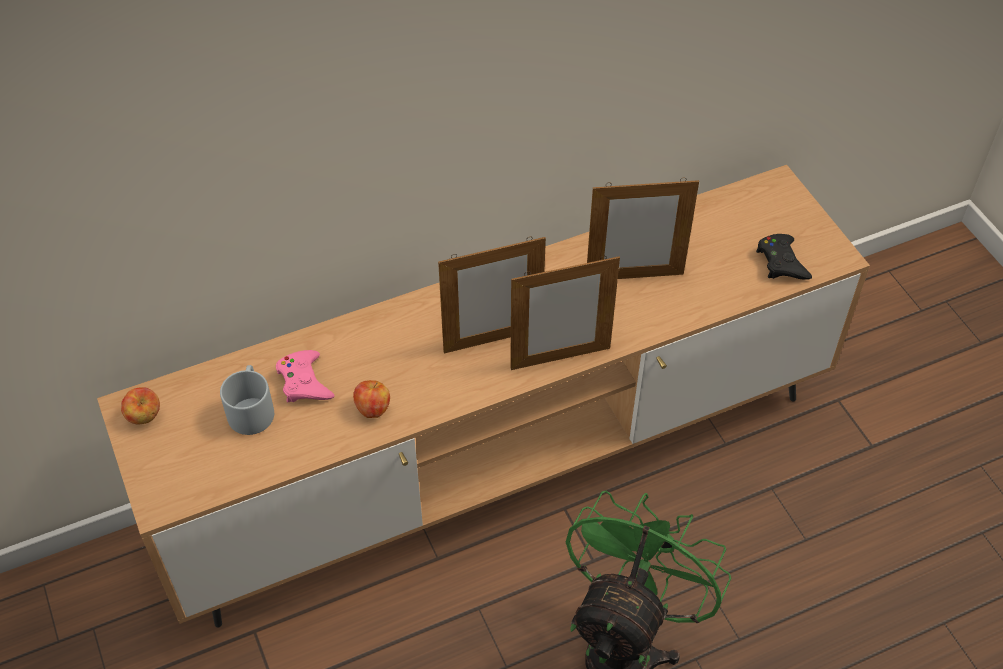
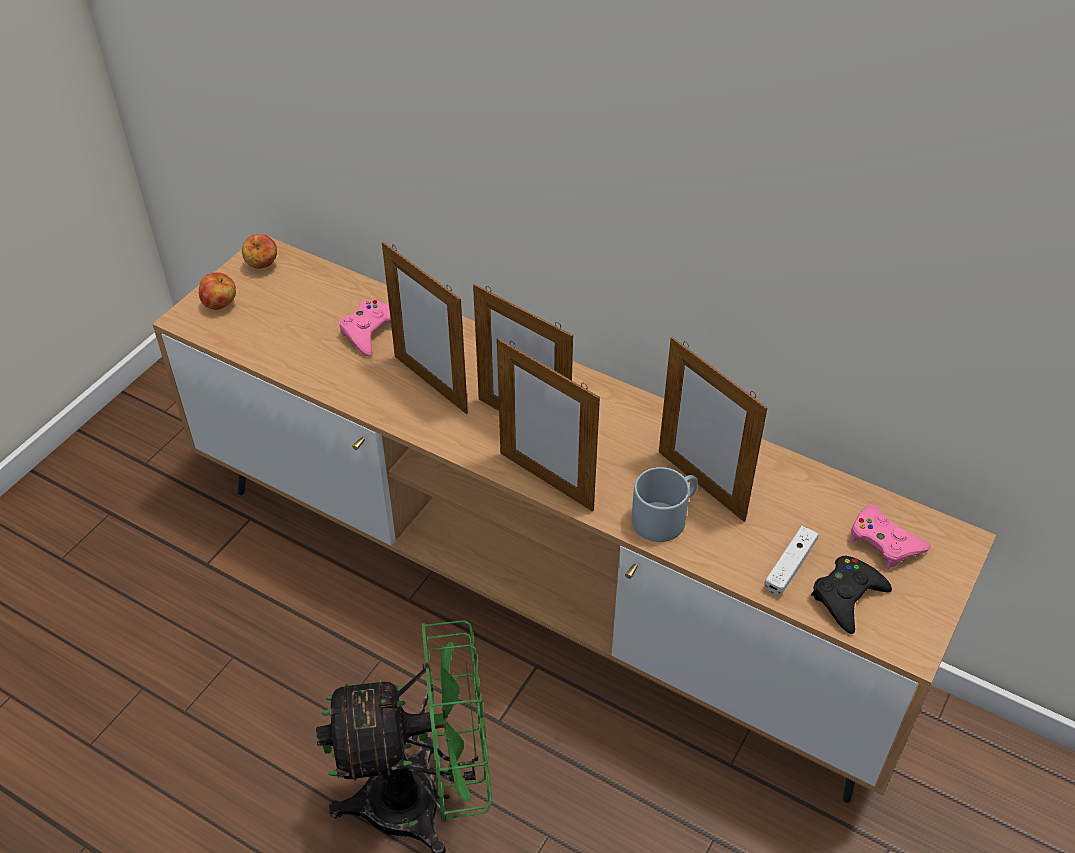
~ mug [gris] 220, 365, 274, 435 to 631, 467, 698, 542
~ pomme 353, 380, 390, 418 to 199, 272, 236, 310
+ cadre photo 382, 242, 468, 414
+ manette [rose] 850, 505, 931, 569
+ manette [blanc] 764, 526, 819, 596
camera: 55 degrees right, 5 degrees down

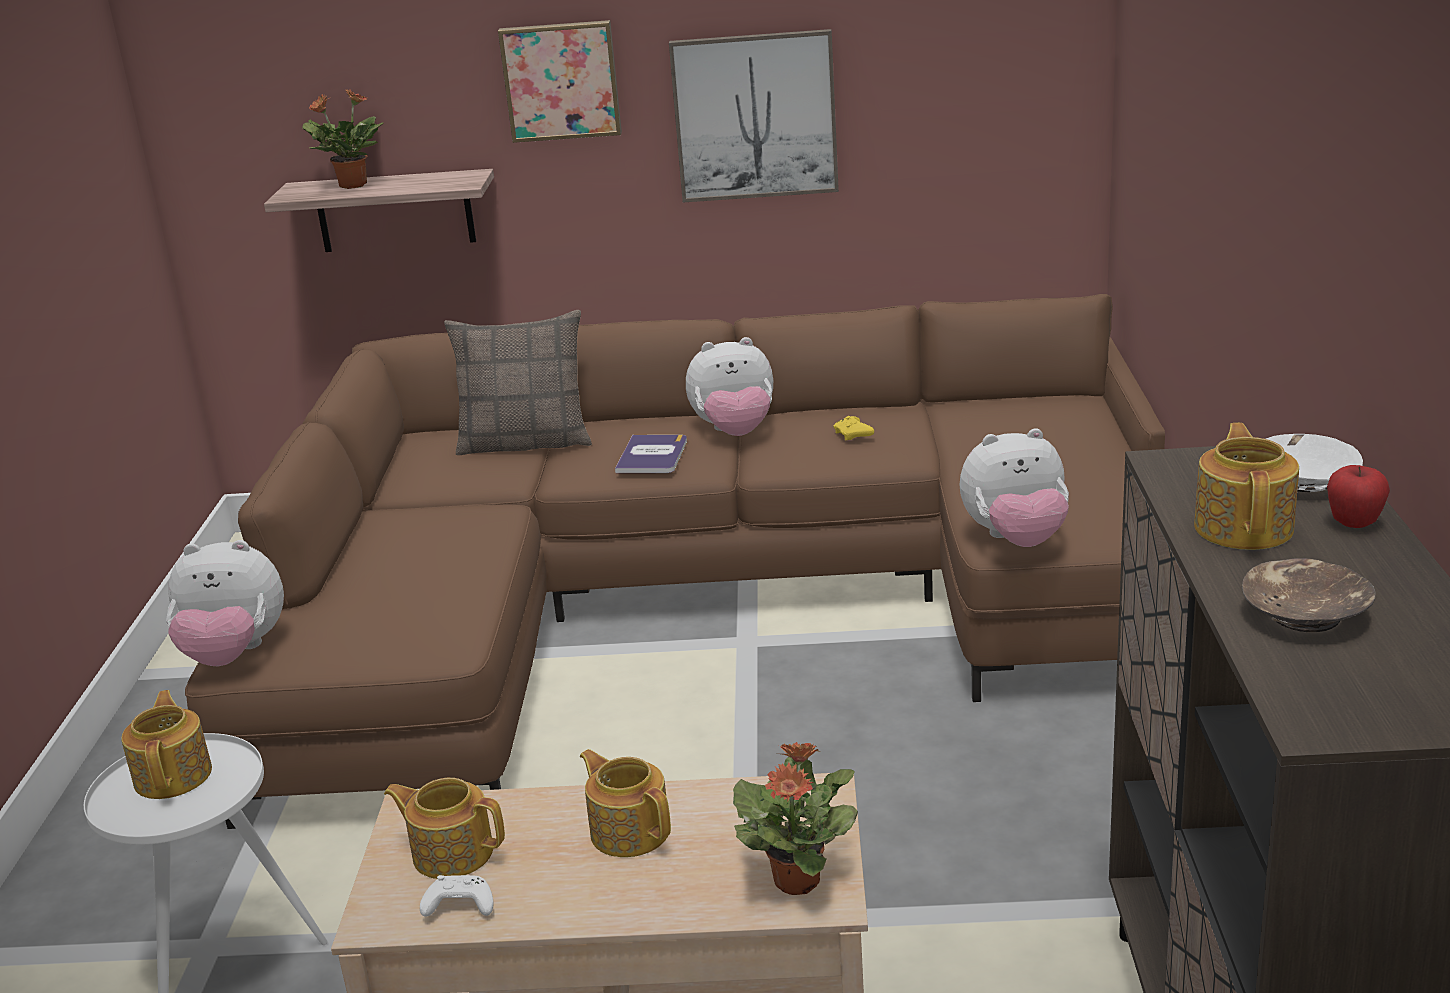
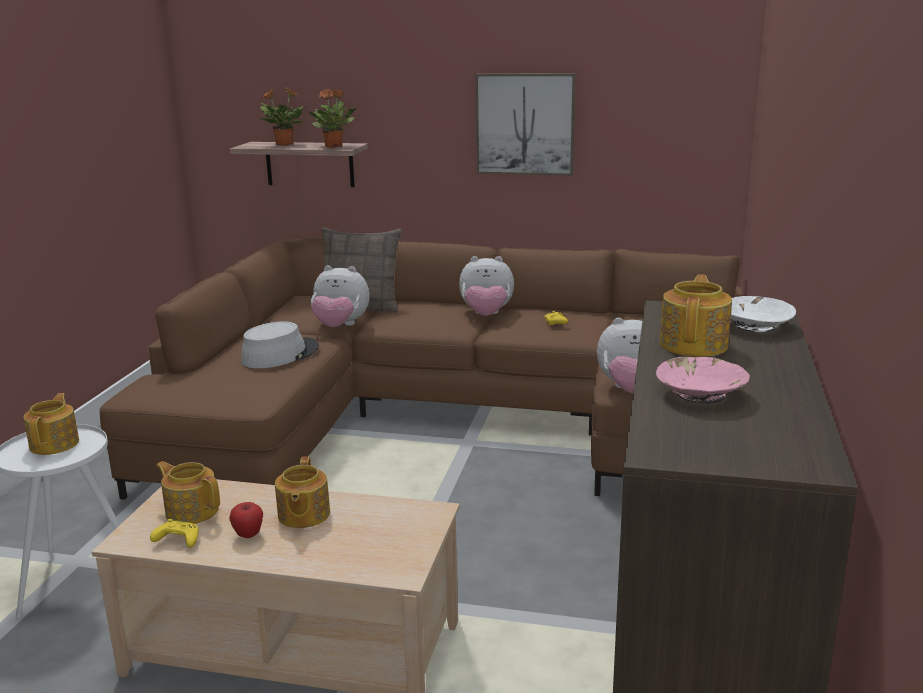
- tableau 498, 20, 622, 143
- livre 615, 435, 687, 473
~ pomme 1327, 465, 1390, 528 to 229, 502, 263, 538
~ peluche 166, 540, 284, 666 to 311, 265, 370, 327
~ bol [marron] 1242, 558, 1376, 632 to bol [rose] 656, 357, 750, 404
~ plante en pot 733, 742, 858, 895 to 307, 89, 358, 148
~ théière 580, 749, 671, 857 = 275, 457, 330, 528 150 degrees counterclockwise
~ manette [blanc] 420, 875, 493, 917 to manette [jaune] 150, 519, 199, 548
+ chapeau [gris] 241, 321, 319, 368
camera: 10 degrees right, 5 degrees down

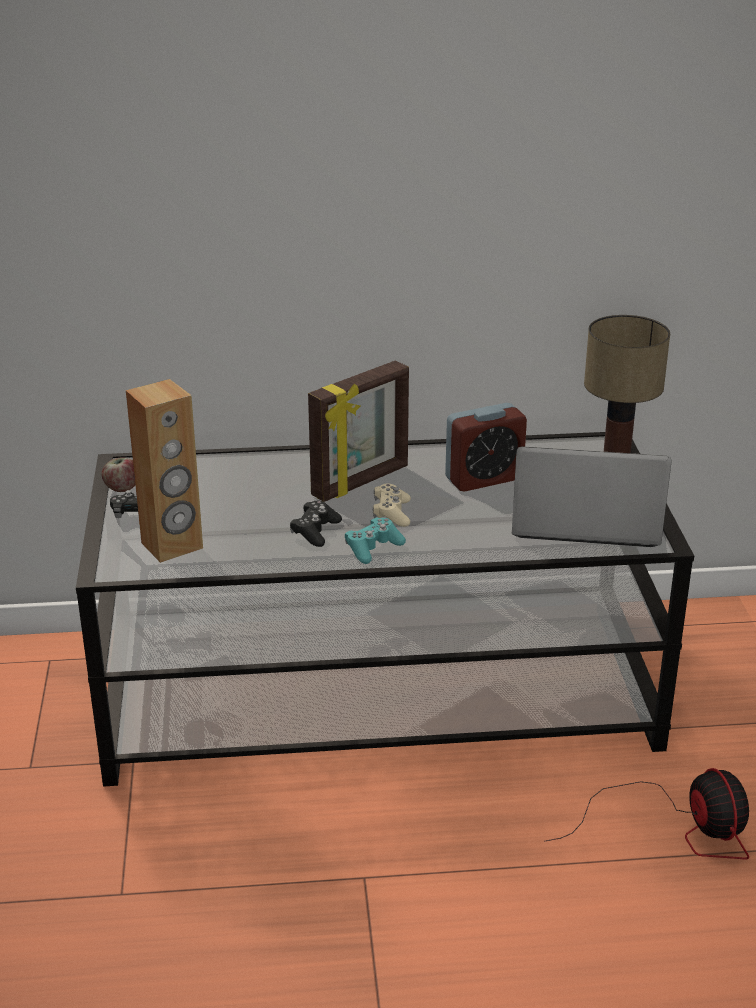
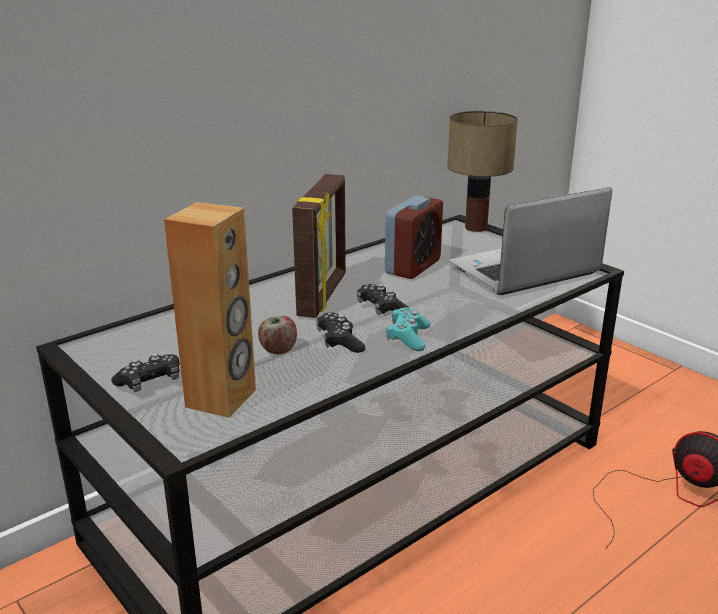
~ pomme 102, 457, 135, 492 to 258, 316, 297, 354
~ manette [beige] 373, 484, 411, 527 to manette [noir] 357, 284, 409, 315
camera: 35 degrees left, 5 degrees down

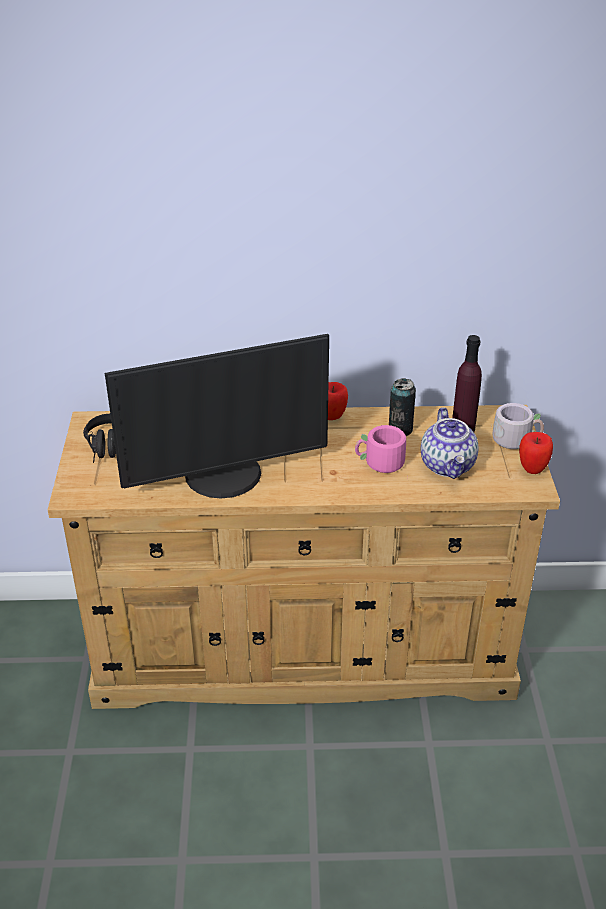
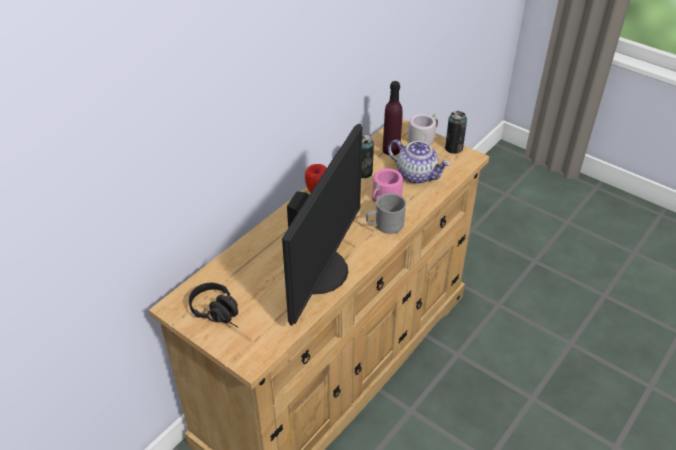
~ pomme 519, 432, 553, 474 to boîte métallique 445, 111, 467, 154
+ mug [gris] 366, 193, 406, 234
camera: 50 degrees left, 5 degrees up

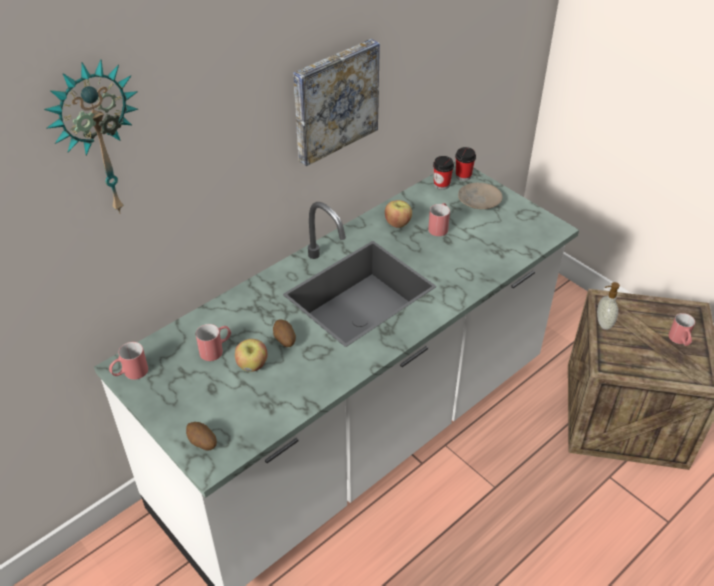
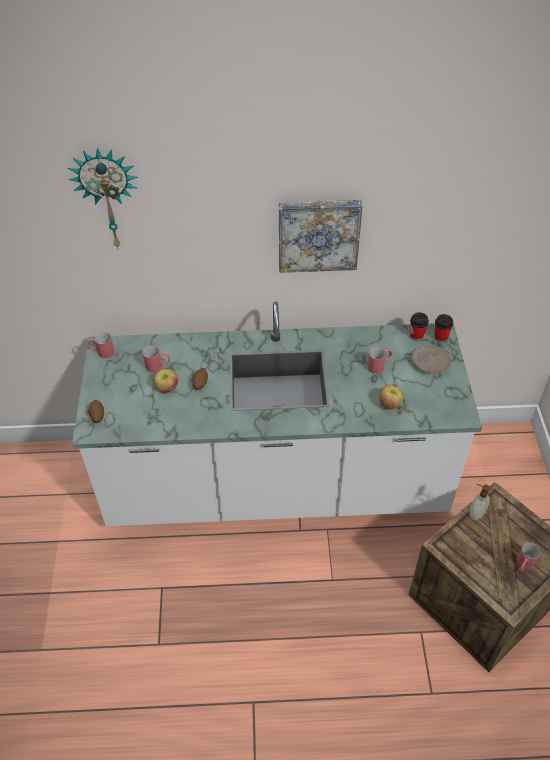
~ pomme 385, 200, 412, 228 to 379, 385, 404, 409
camera: 40 degrees right, 5 degrees up

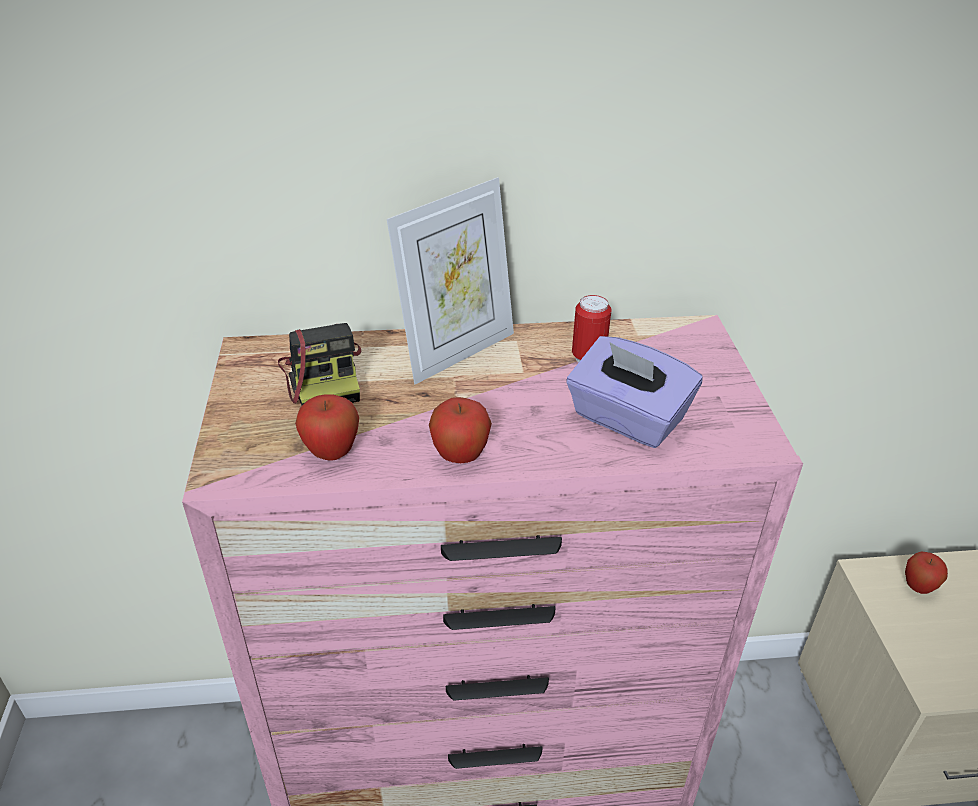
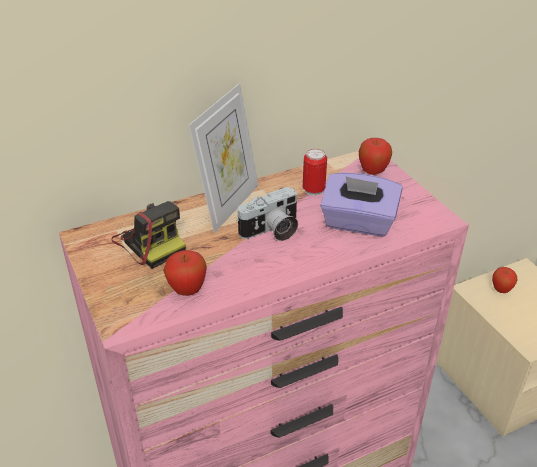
~ pomme 429, 397, 492, 463 to 359, 138, 392, 175
+ appareil photo 236, 186, 298, 241
camera: 20 degrees left, 0 degrees up

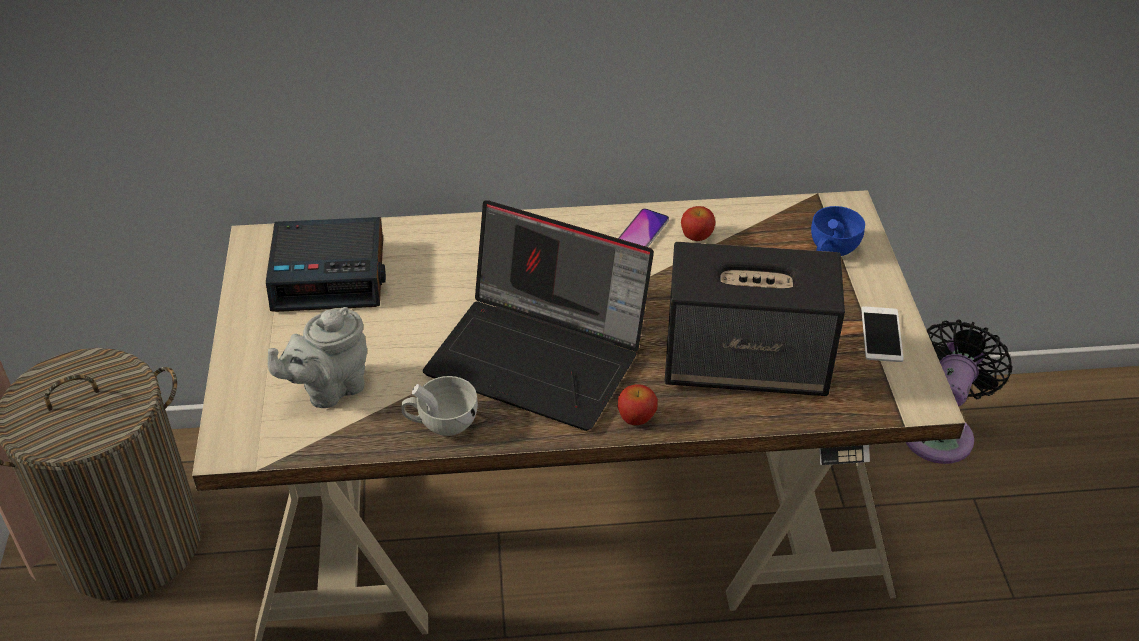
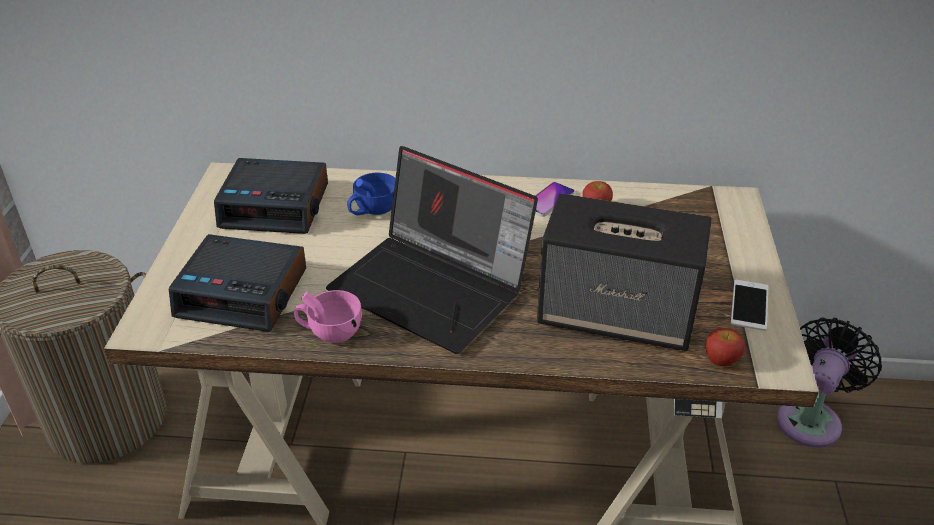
~ tasse [bleu] 811, 206, 865, 256 to 347, 173, 395, 215
~ théière [gris] 268, 307, 367, 408 to réveil 169, 234, 306, 332
~ tasse [blanc] 401, 376, 478, 436 to tasse [rose] 294, 290, 362, 343
~ pomme 618, 384, 658, 425 to 706, 328, 745, 366
camera: 10 degrees right, 5 degrees down

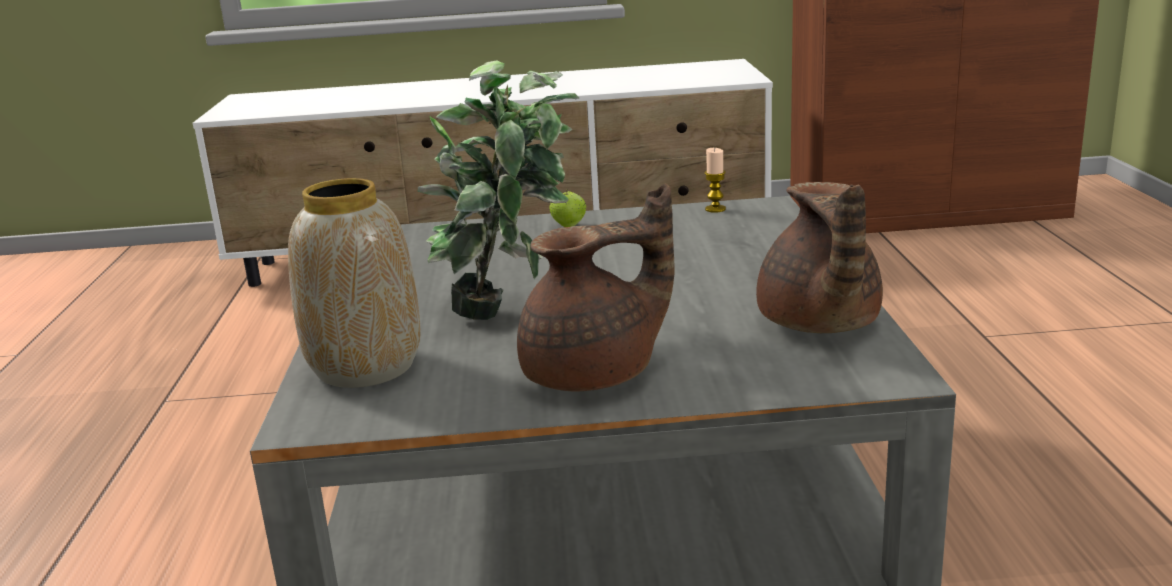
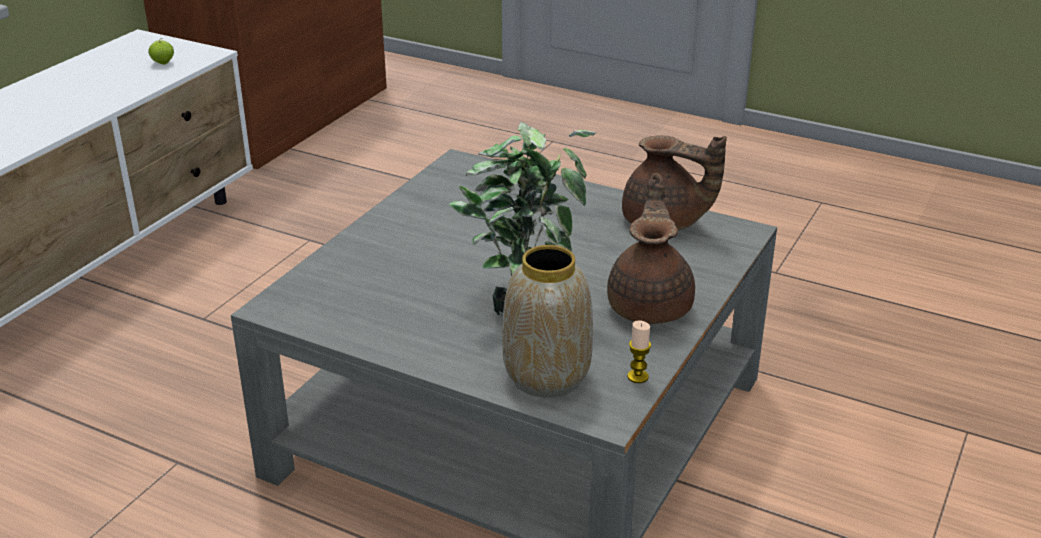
~ bougie 705, 148, 726, 213 to 627, 321, 651, 383
~ pomme 549, 188, 586, 227 to 148, 38, 174, 65
camera: 60 degrees left, 10 degrees up

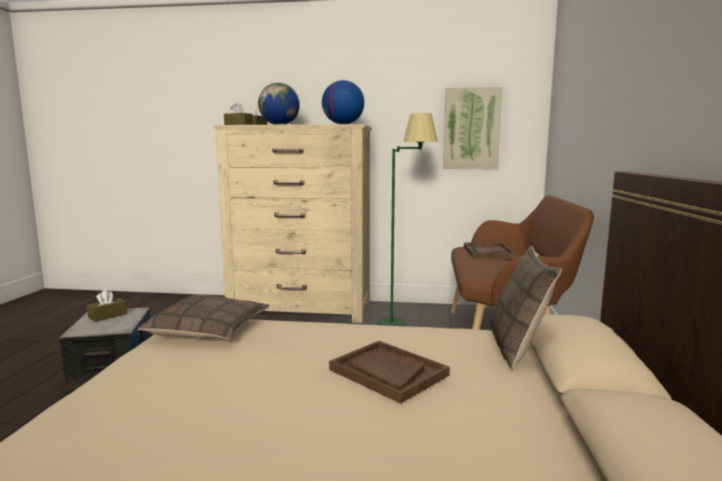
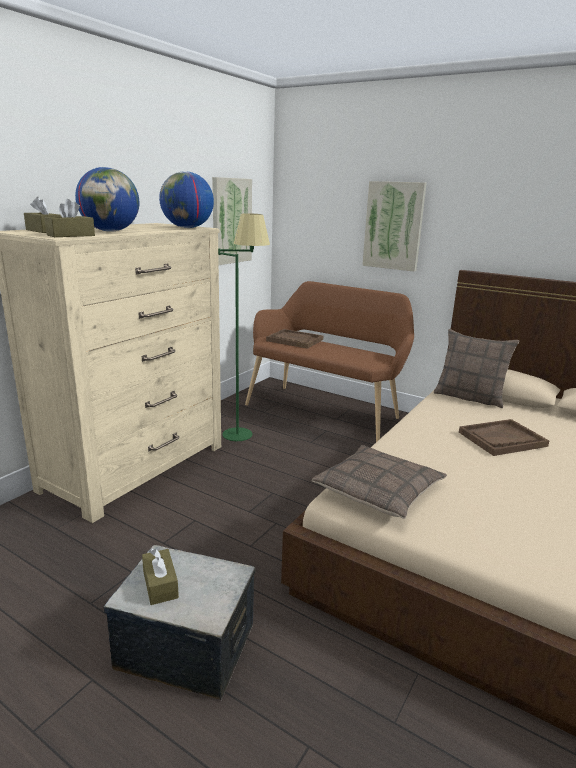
+ tableau 362, 181, 427, 272
camera: 65 degrees left, 10 degrees up

